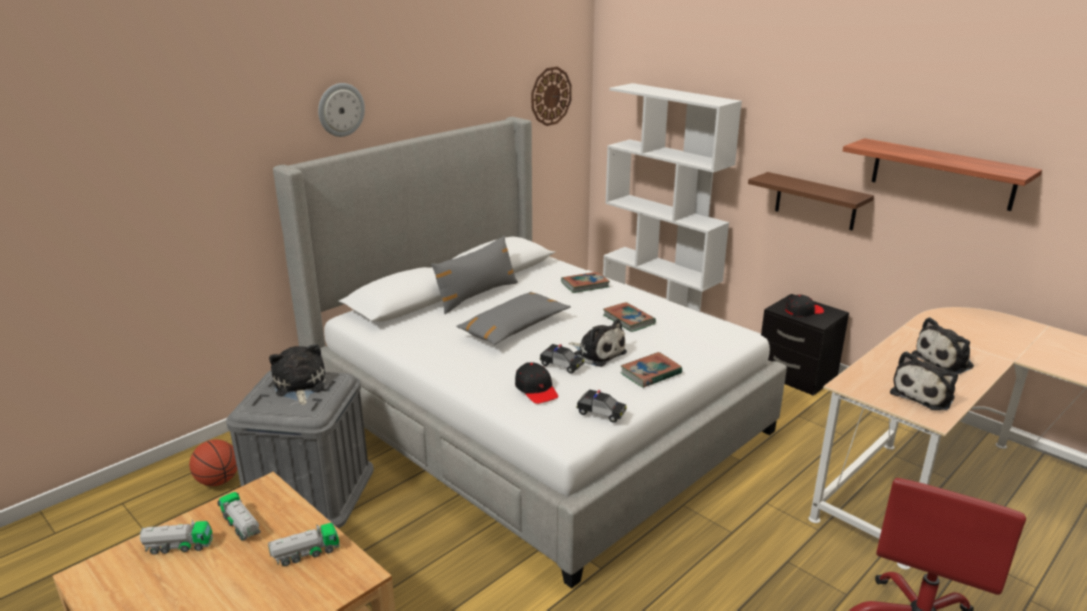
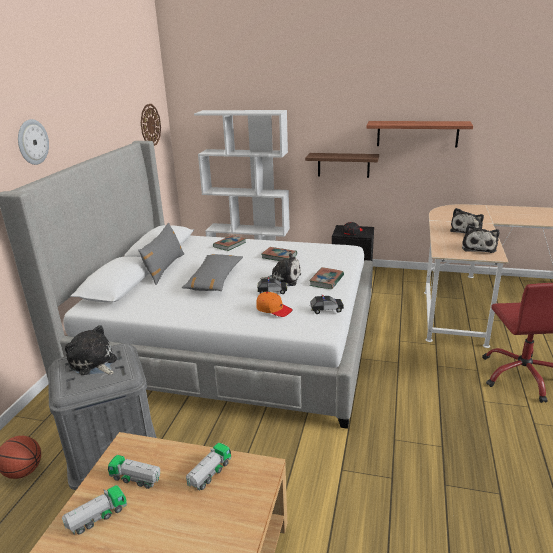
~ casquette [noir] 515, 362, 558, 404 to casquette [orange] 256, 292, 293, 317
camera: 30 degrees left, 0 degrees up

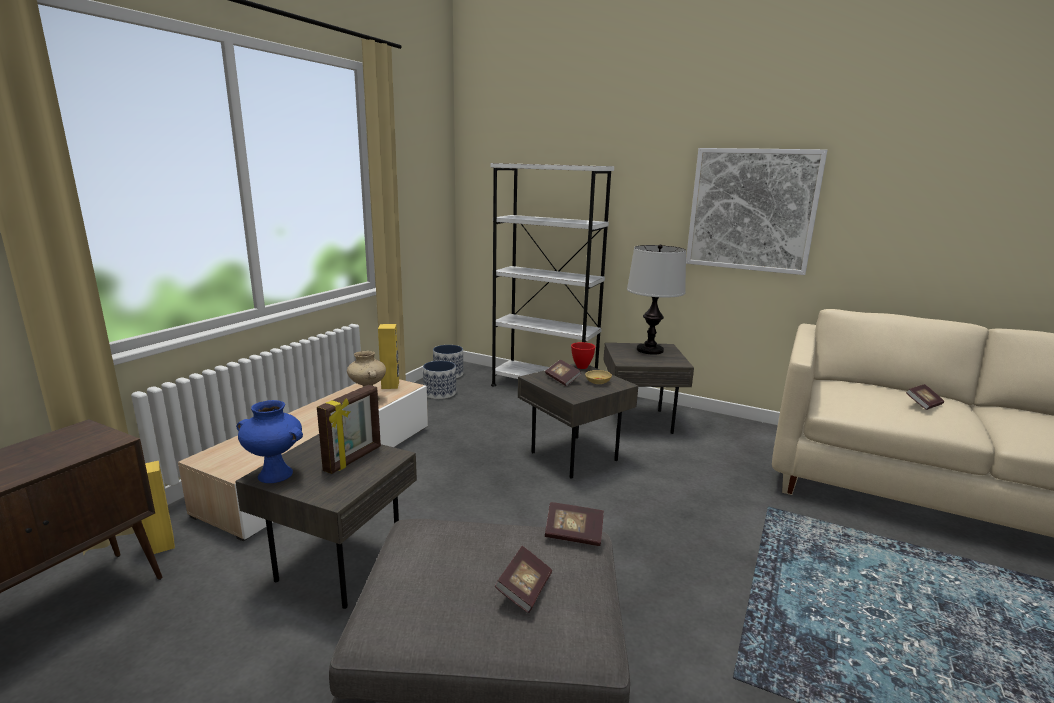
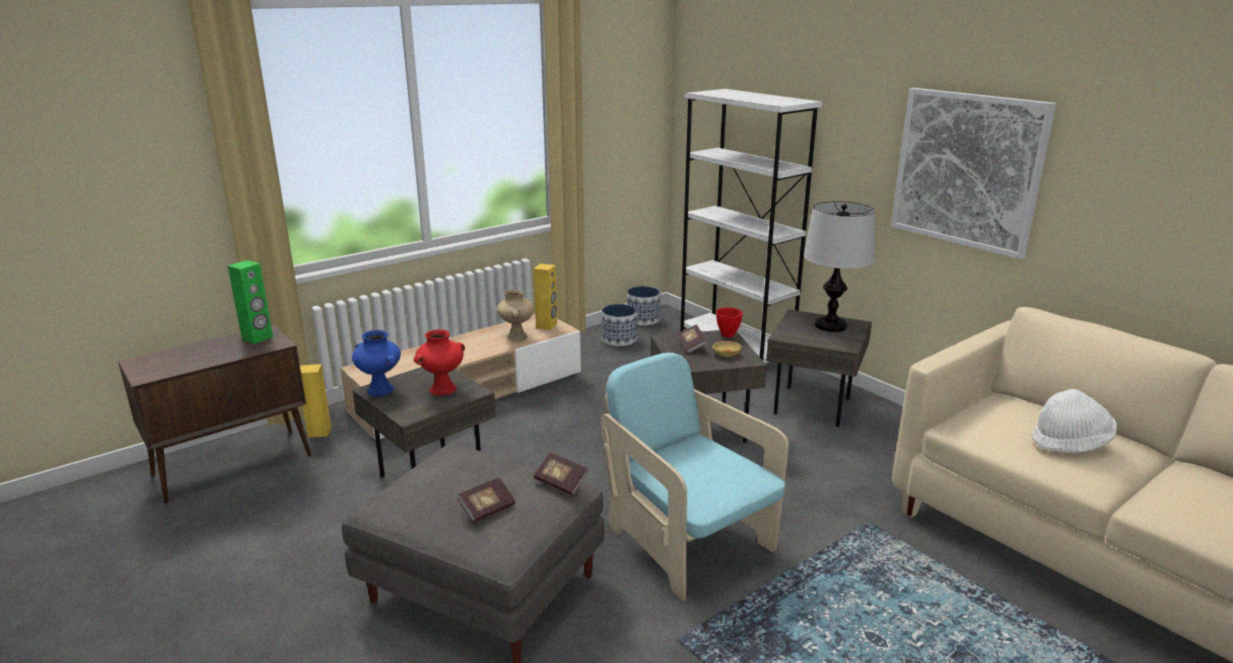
~ livre 906, 384, 944, 410 to chapeau [blanc] 1031, 389, 1117, 453
~ cadre photo 317, 385, 381, 474 to vase [rouge] 414, 329, 465, 396
+ enceinte [vert] 228, 260, 273, 344
+ fauteuil [turquoise] 601, 353, 789, 601
camera: 25 degrees right, 5 degrees up

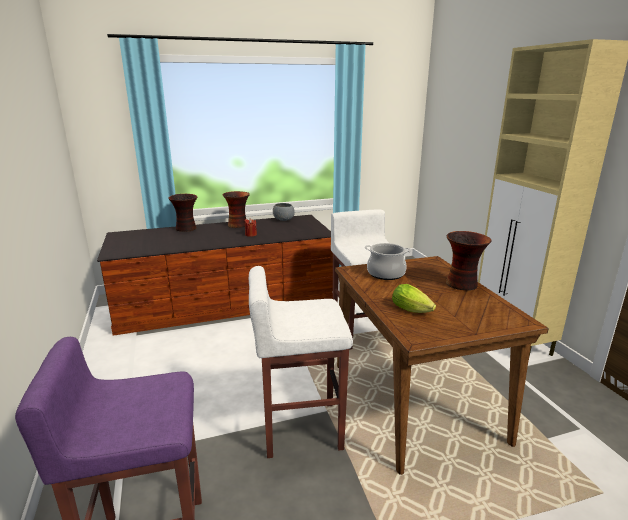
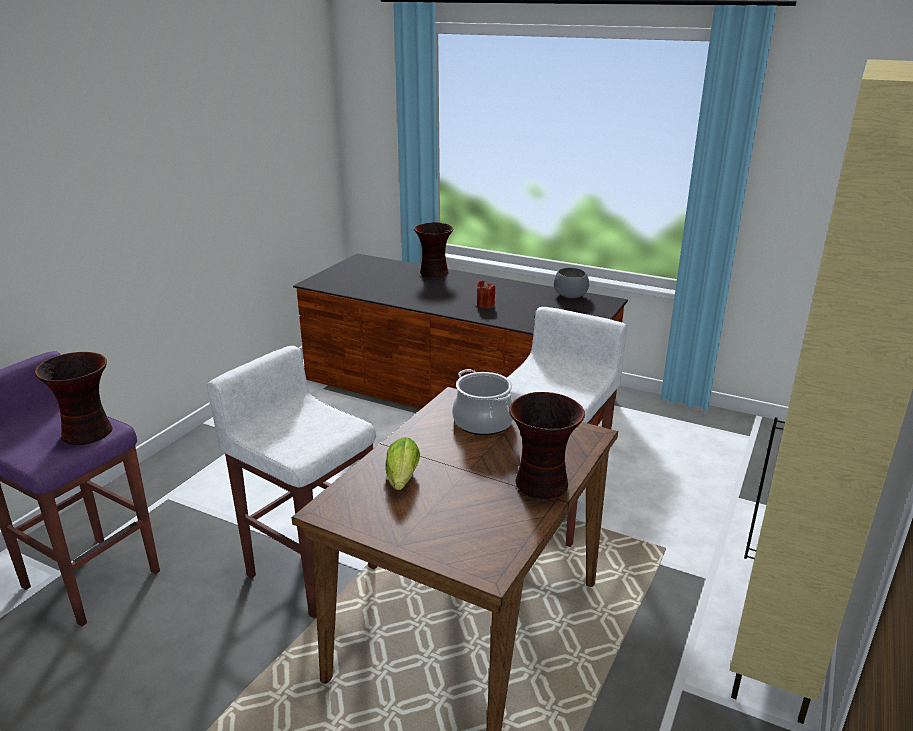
~ vase 223, 191, 250, 228 to 35, 352, 113, 445
camera: 45 degrees right, 5 degrees up

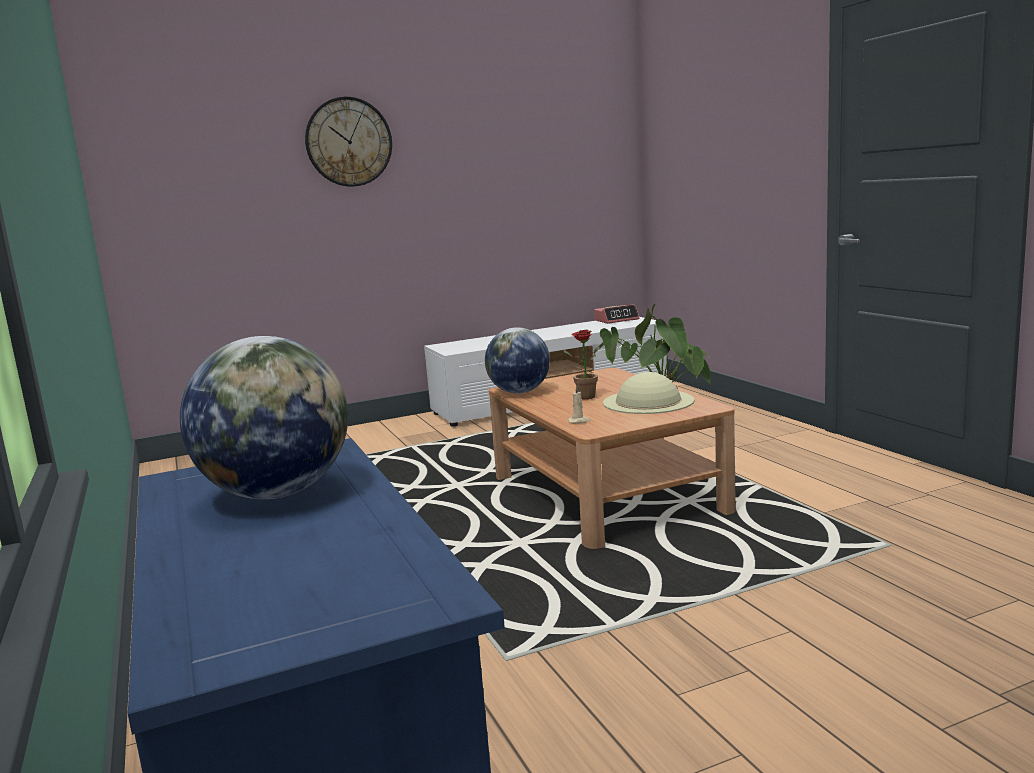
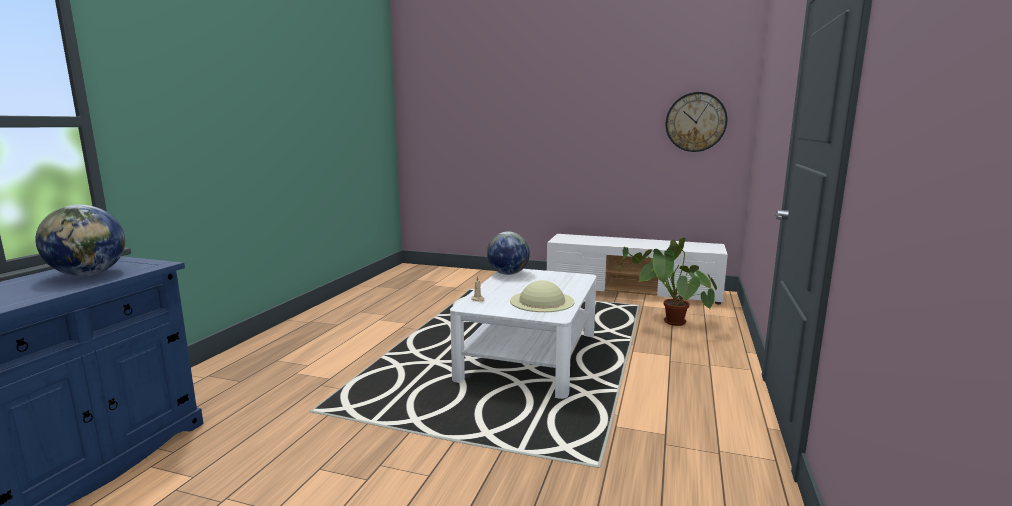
~ horloge murale 305, 97, 392, 187 to 666, 92, 728, 152
- réveil 594, 304, 639, 324
- plante en pot 563, 330, 600, 399
~ table basse [marron] 489, 368, 736, 549 to table basse [blanc] 450, 269, 597, 399
camera: 40 degrees right, 0 degrees up

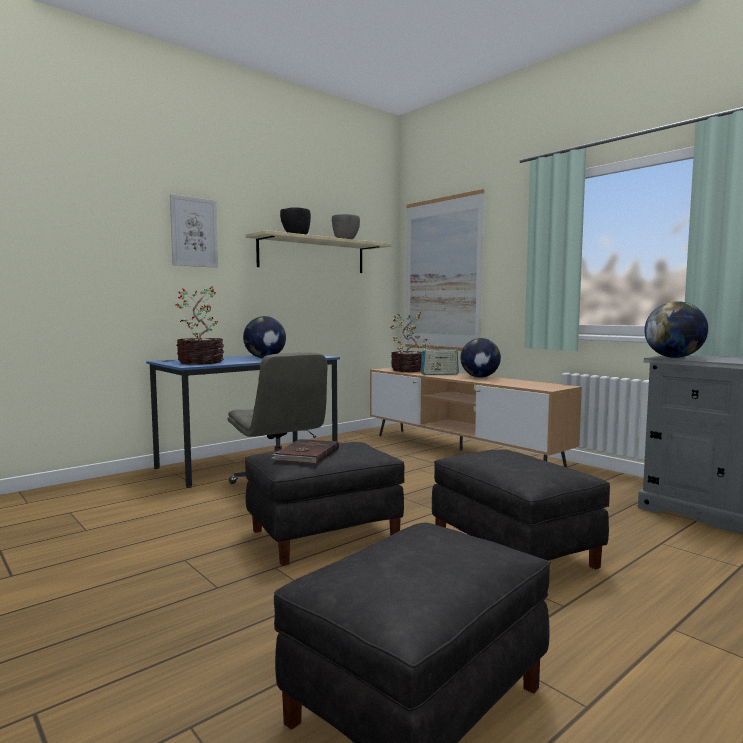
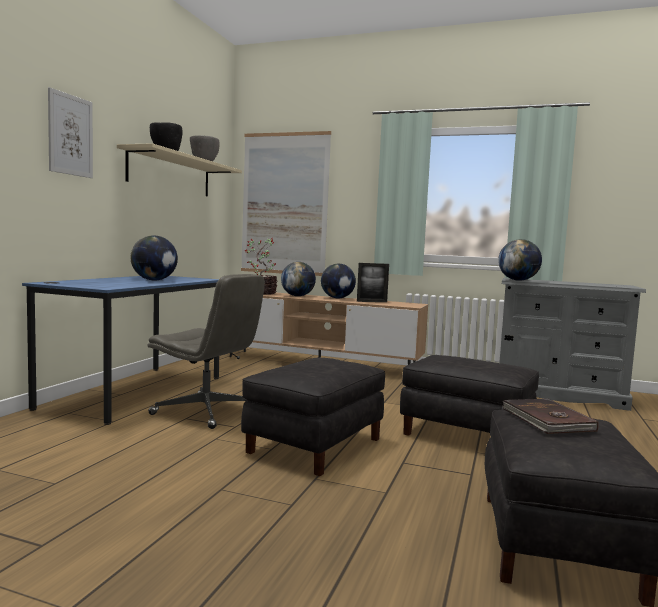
- plante en pot 176, 286, 224, 365
~ radio 421, 343, 459, 375 to globe 281, 262, 316, 296
~ livre [marron] 272, 439, 339, 464 to 502, 399, 599, 434
+ cadre photo 357, 263, 389, 302
camera: 30 degrees left, 0 degrees up

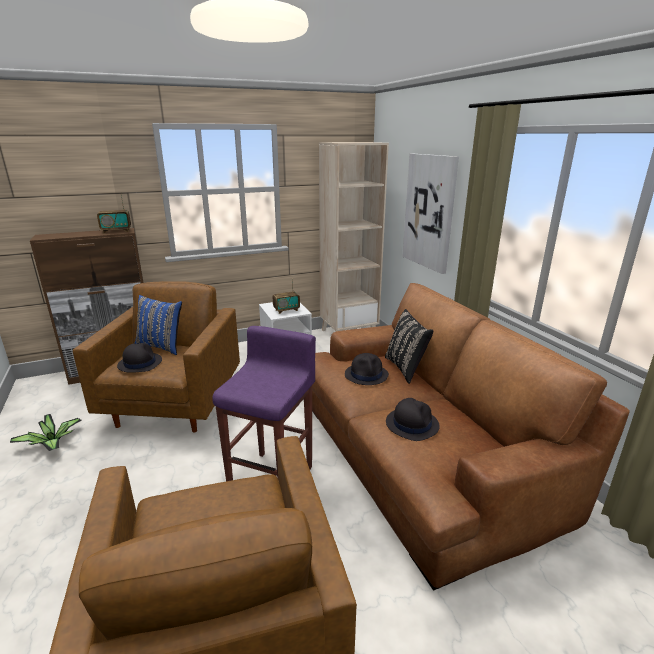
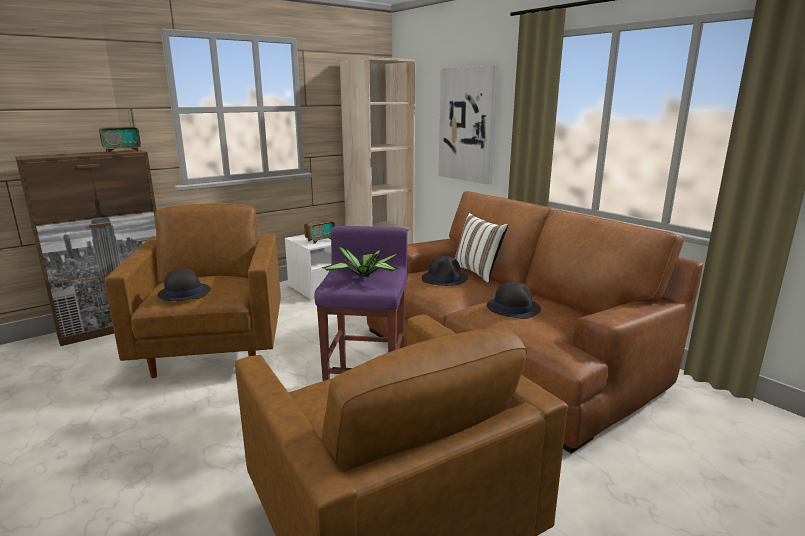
- coussin [bleu] 134, 295, 182, 355
~ coussin [noir] 385, 309, 433, 384 to coussin [blanc] 455, 213, 508, 283
~ plante en pot 10, 414, 82, 451 to 322, 246, 399, 278
camera: 15 degrees left, 5 degrees down

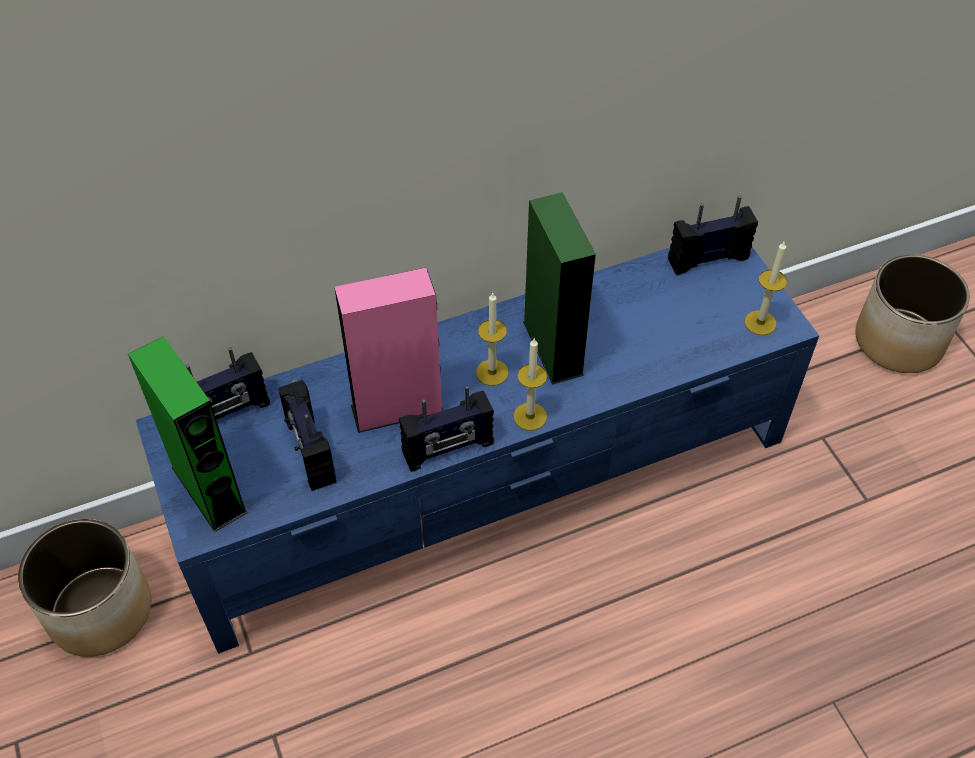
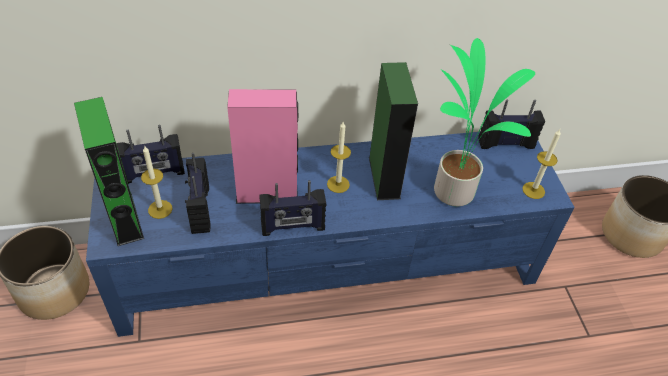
~ bougie 514, 339, 547, 431 to 141, 145, 173, 219
+ plante en pot 434, 38, 535, 206
camera: 10 degrees right, 5 degrees down

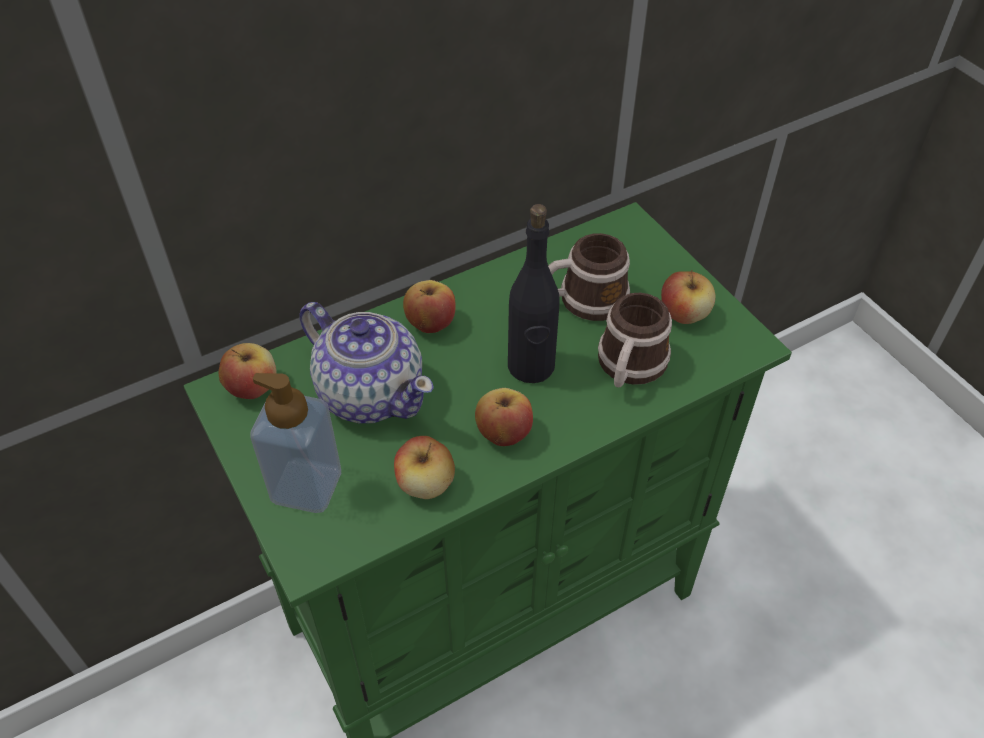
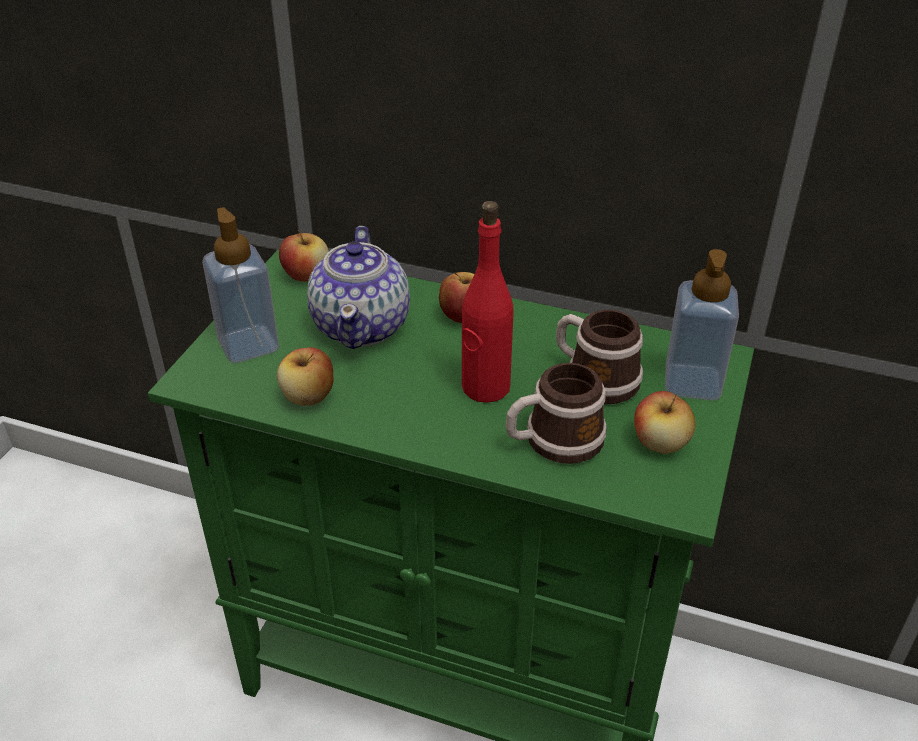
~ bouteille [noir] 508, 204, 560, 383 to bouteille [rouge] 462, 201, 514, 403
- pomme 475, 388, 533, 446
+ distributeur de savon 665, 249, 739, 401
camera: 50 degrees right, 10 degrees down

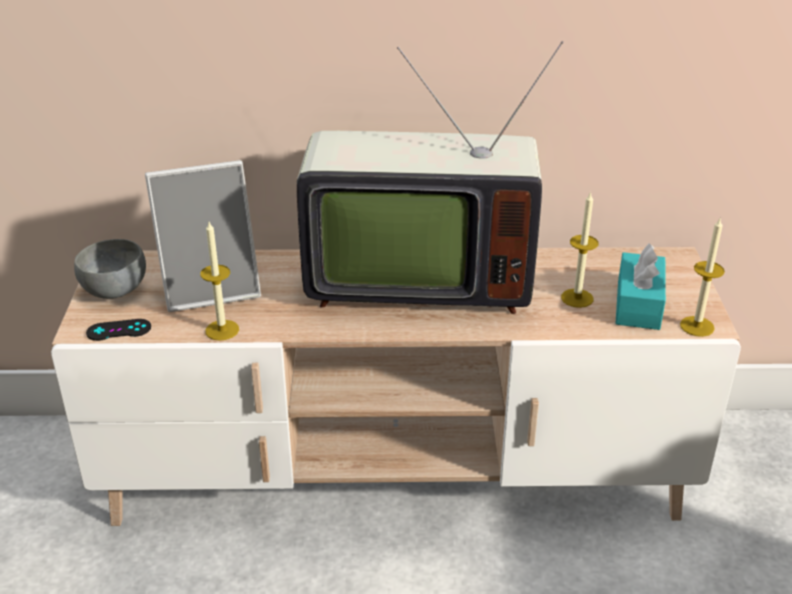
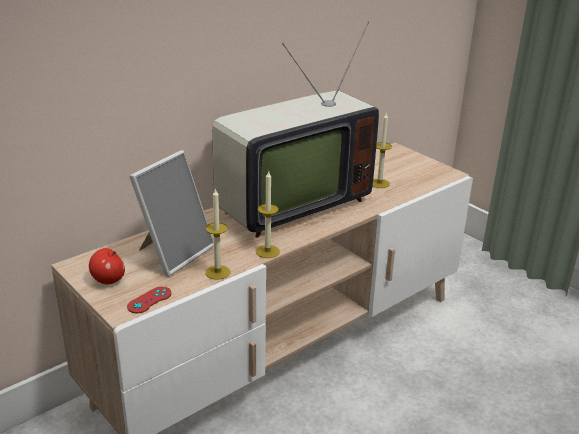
~ bougie 680, 217, 725, 337 to 256, 170, 280, 258
~ bol [gris] 74, 239, 146, 299 to pomme 89, 248, 125, 284
- boîte à mouchoirs [turquoise] 615, 244, 666, 330
~ manette [noir] 86, 319, 151, 341 to manette [rouge] 127, 287, 172, 313
camera: 40 degrees left, 5 degrees down

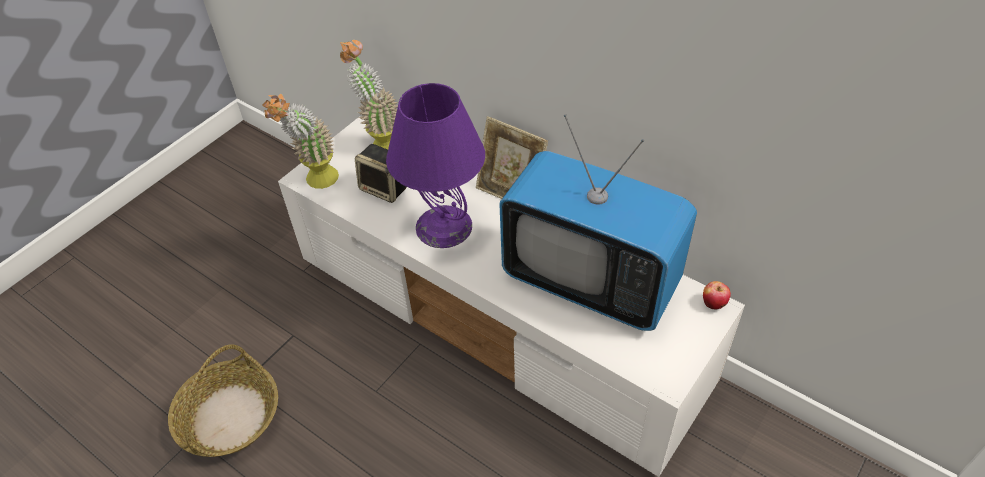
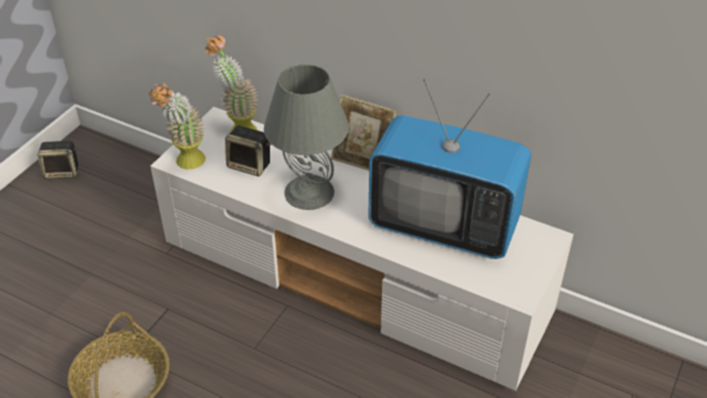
~ lampe de table [violet] 386, 83, 485, 248 to lampe de table [gris] 264, 64, 349, 210
- pomme 703, 281, 731, 310
+ enceinte 37, 141, 78, 179
camera: 10 degrees left, 5 degrees down

